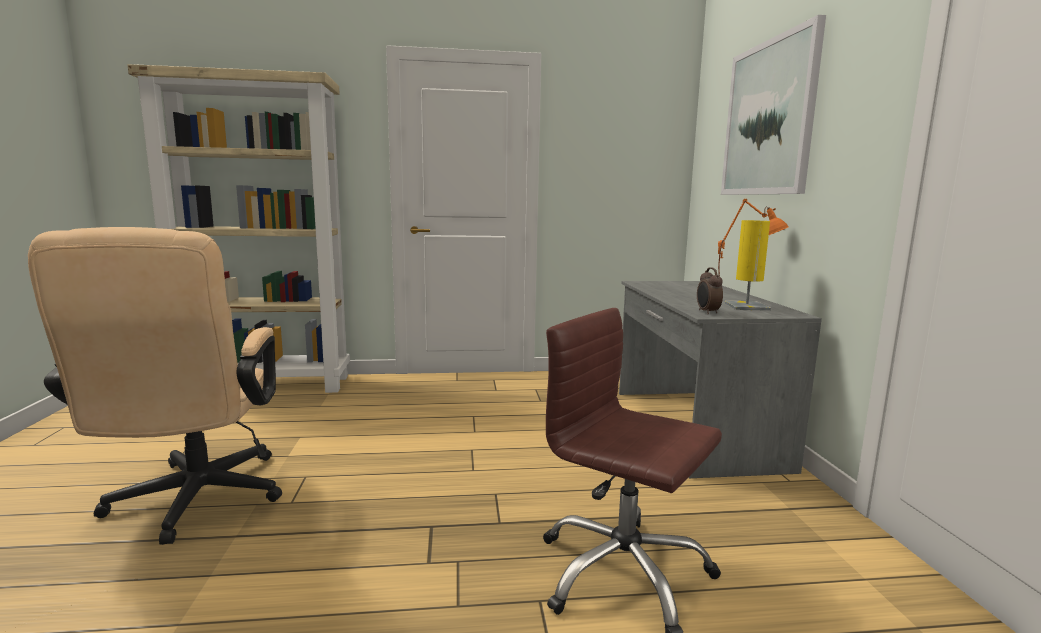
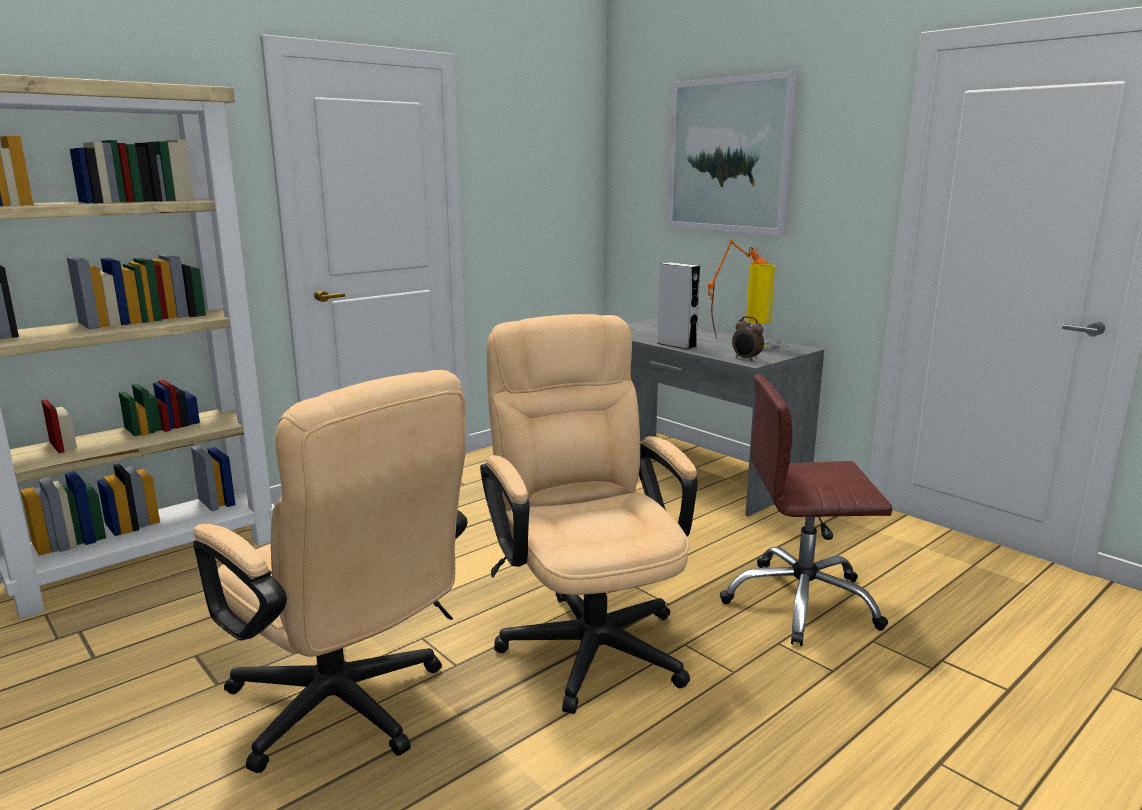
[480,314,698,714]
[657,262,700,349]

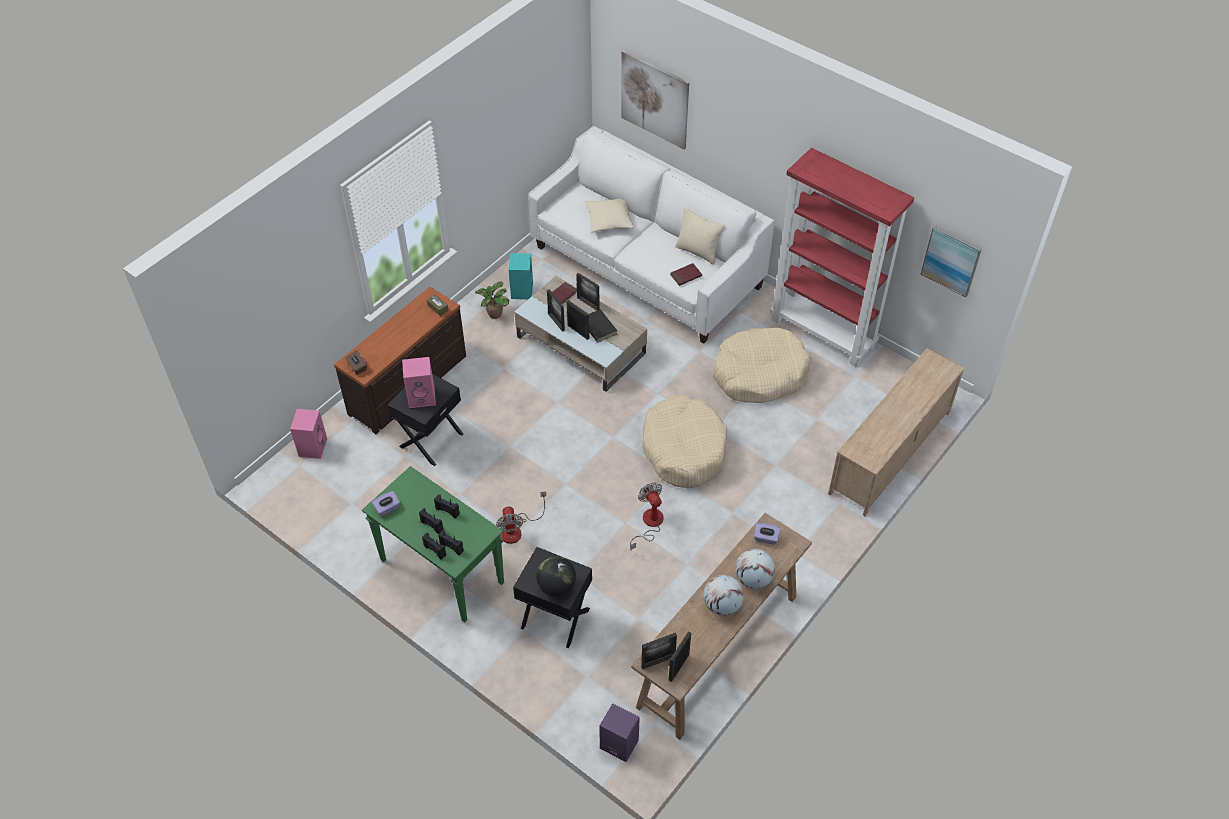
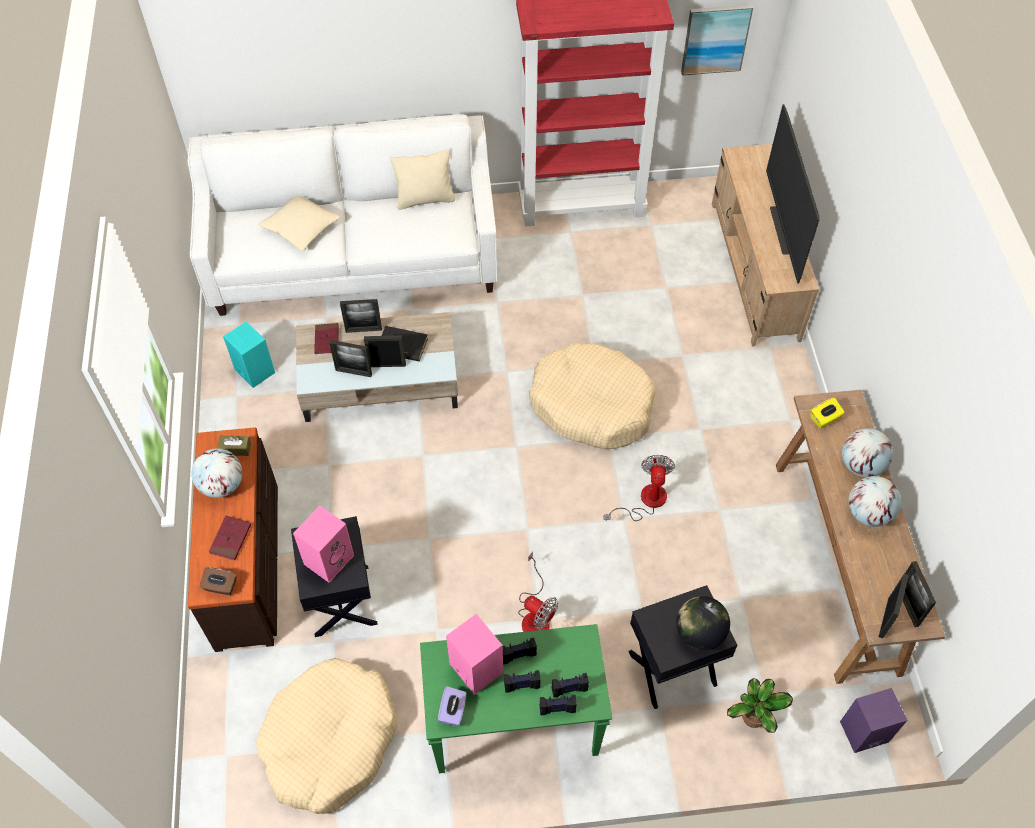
[621,50,689,149] (first image)
[191,448,242,498]
[766,104,820,284]
[446,614,503,695]
[727,678,793,733]
[209,516,251,560]
[256,658,397,814]
[810,397,845,428]
[603,455,675,521]

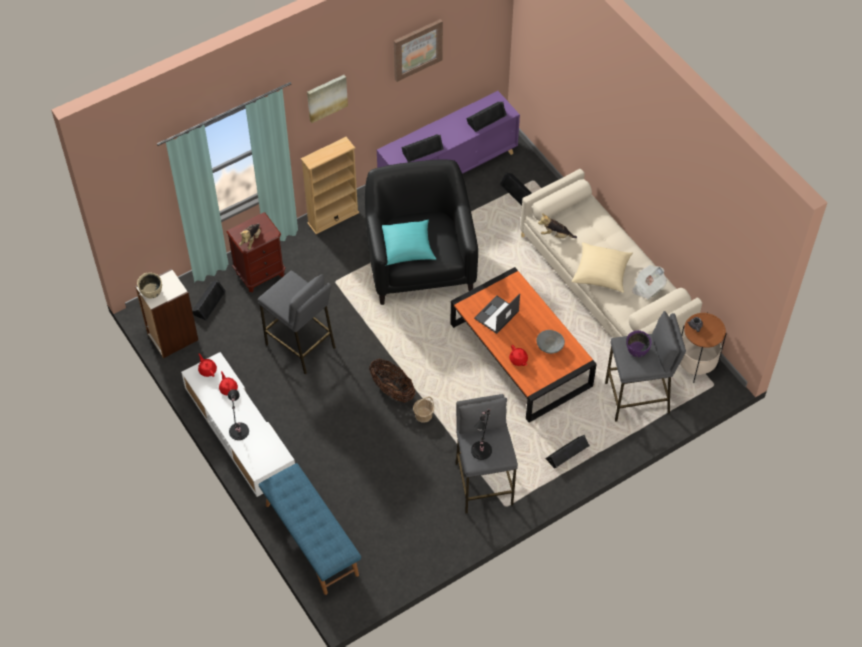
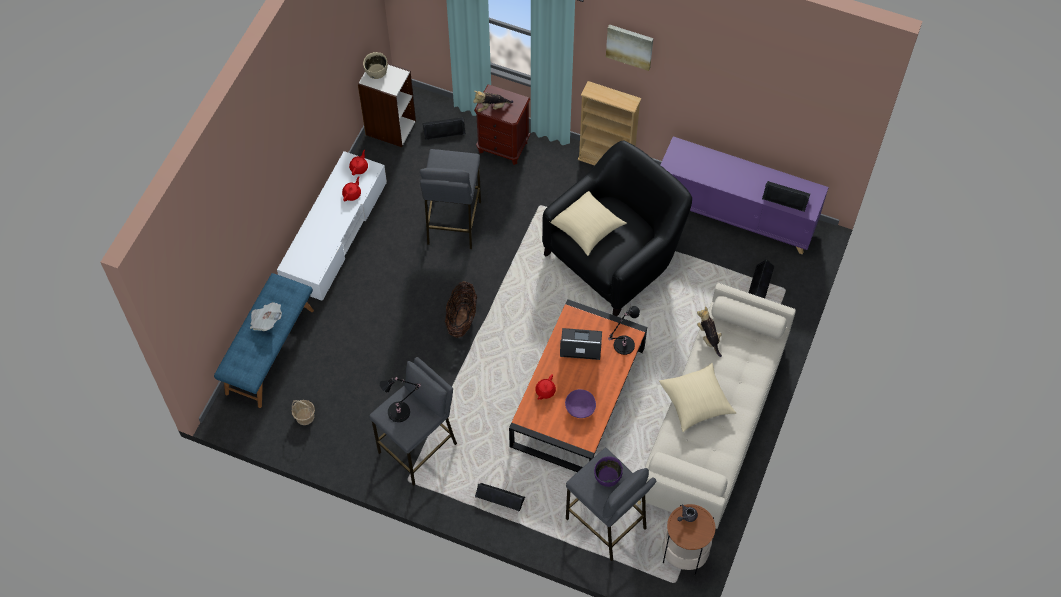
[394,19,443,82] (first image)
[401,134,444,162] (first image)
[608,306,640,355]
[291,400,315,425]
[250,302,282,331]
[549,191,627,256]
[565,389,596,418]

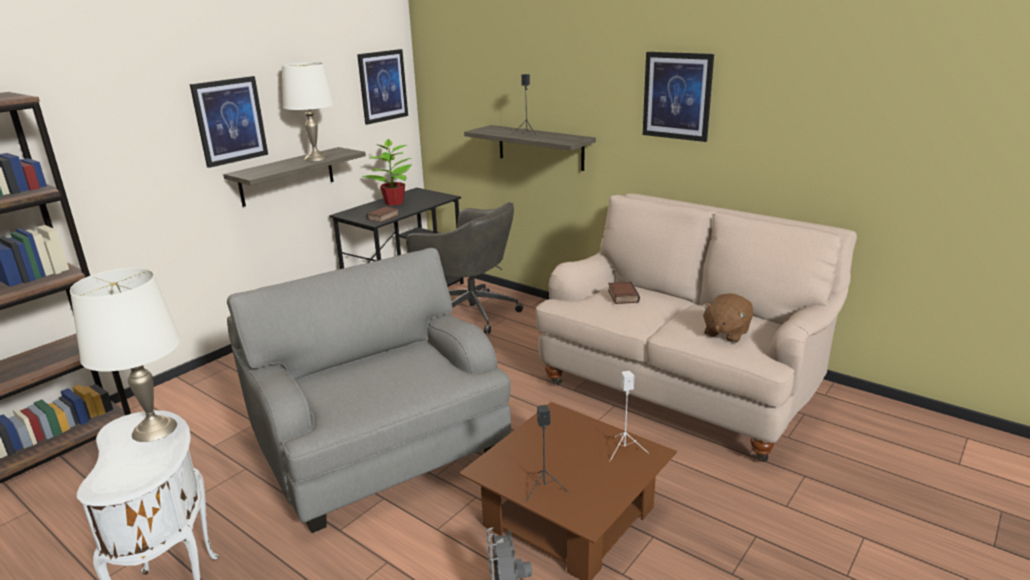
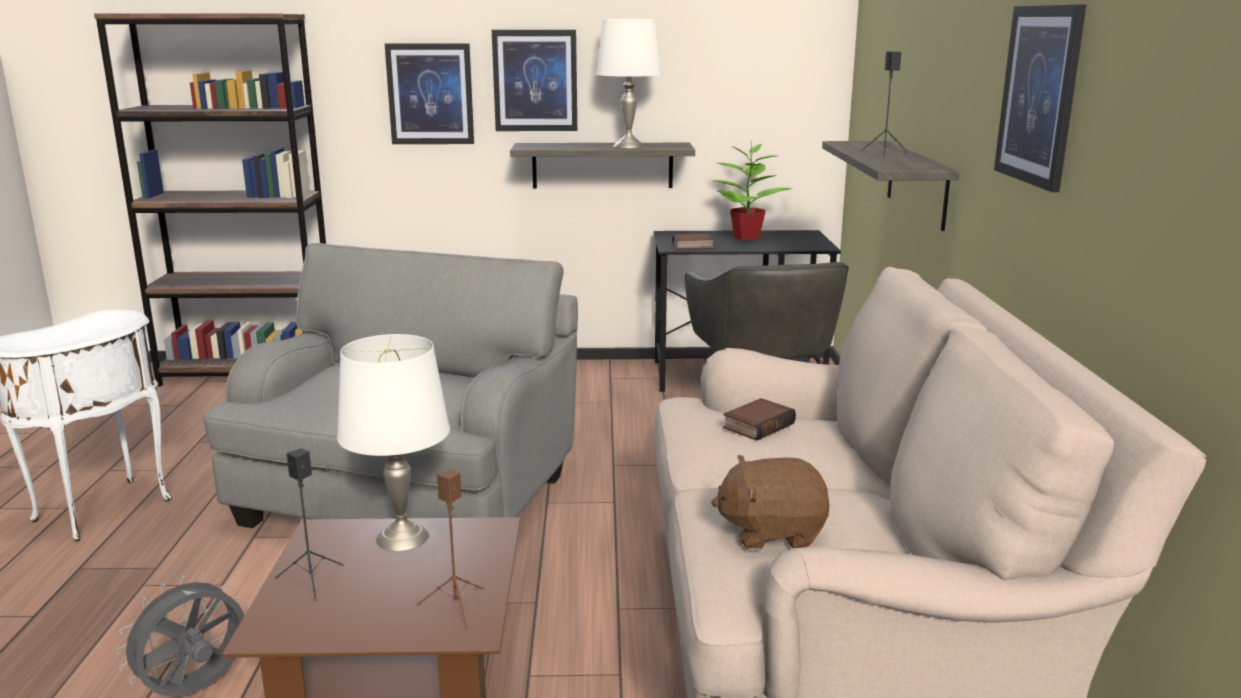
[337,334,450,551]
[385,43,474,144]
[416,469,484,629]

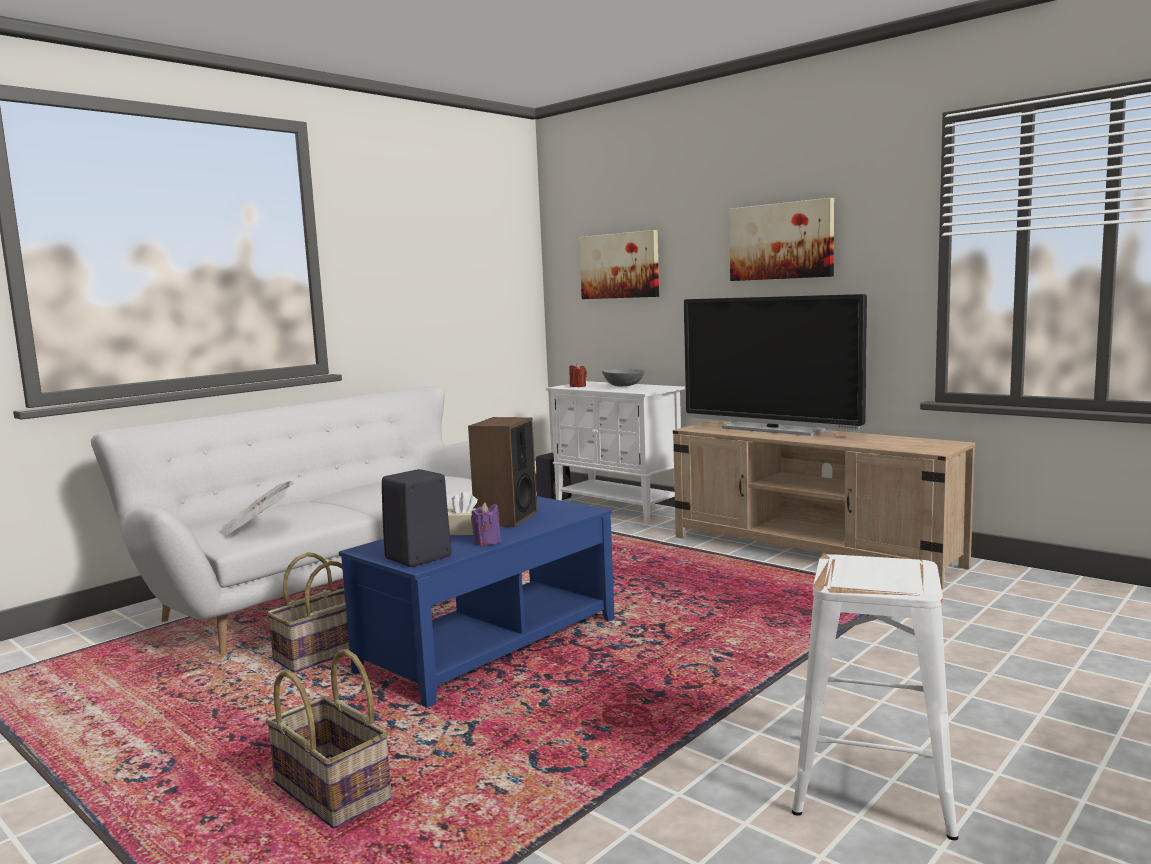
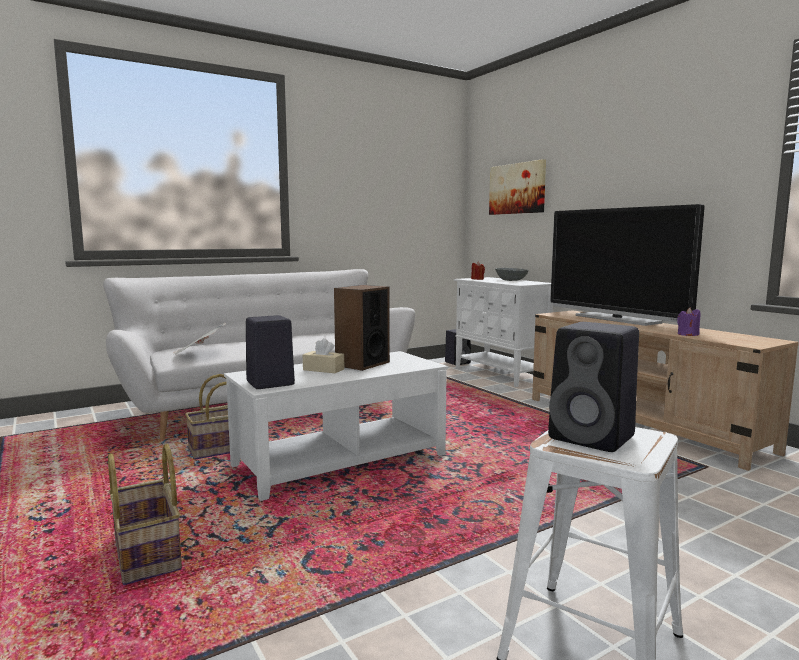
[729,198,834,281] (first image)
[548,322,639,452]
[677,308,700,336]
[224,351,448,501]

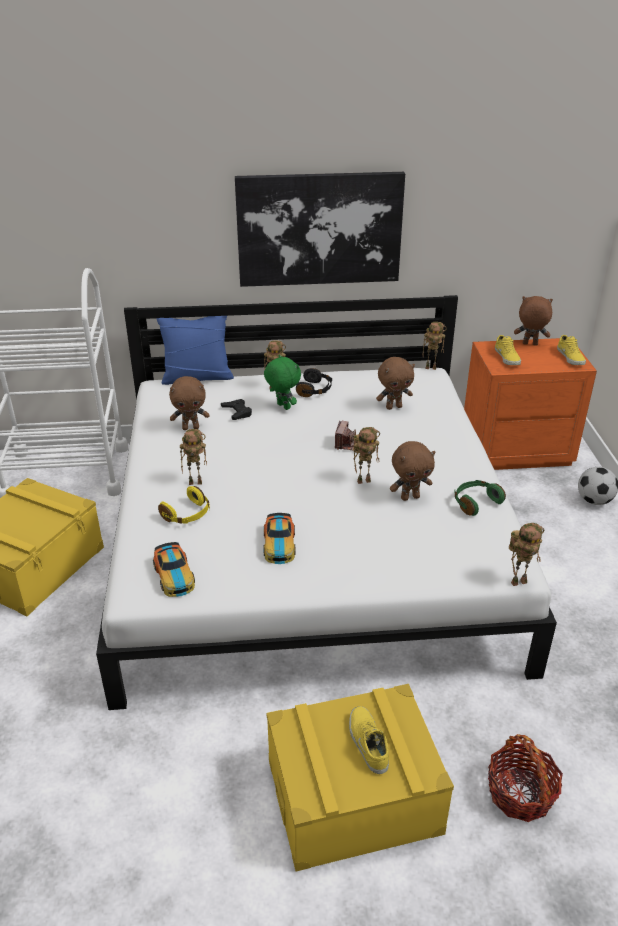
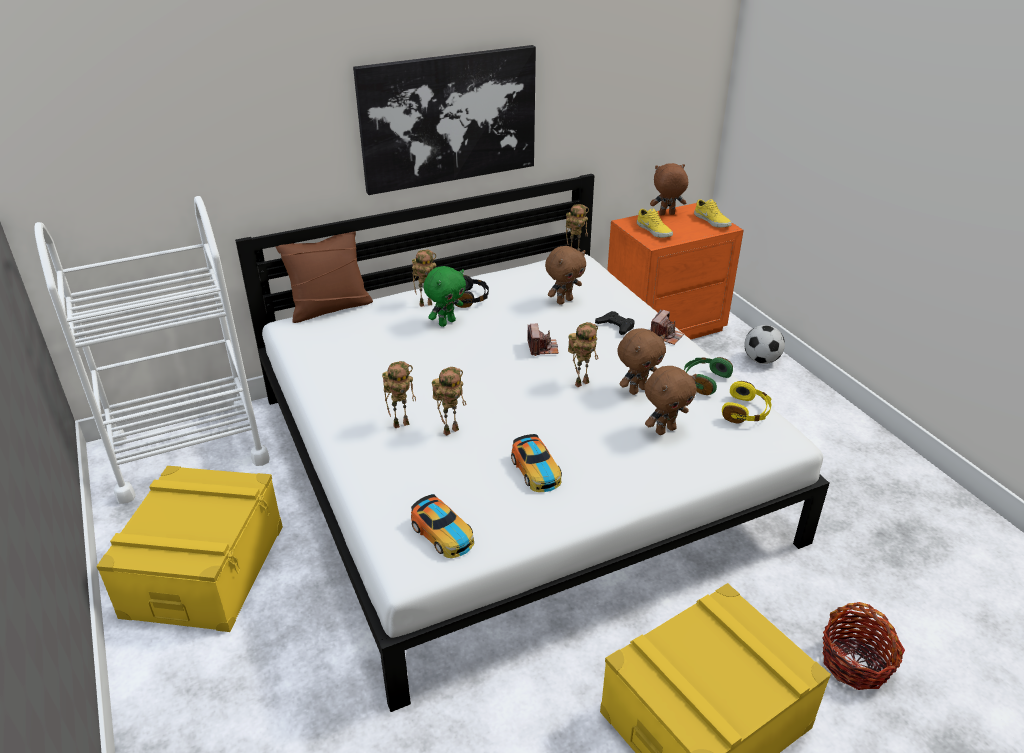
[349,706,389,774] (first image)
[650,310,684,345]
[722,381,771,423]
[645,366,697,435]
[595,311,635,335]
[432,367,466,436]
[276,231,373,323]
[423,266,466,327]

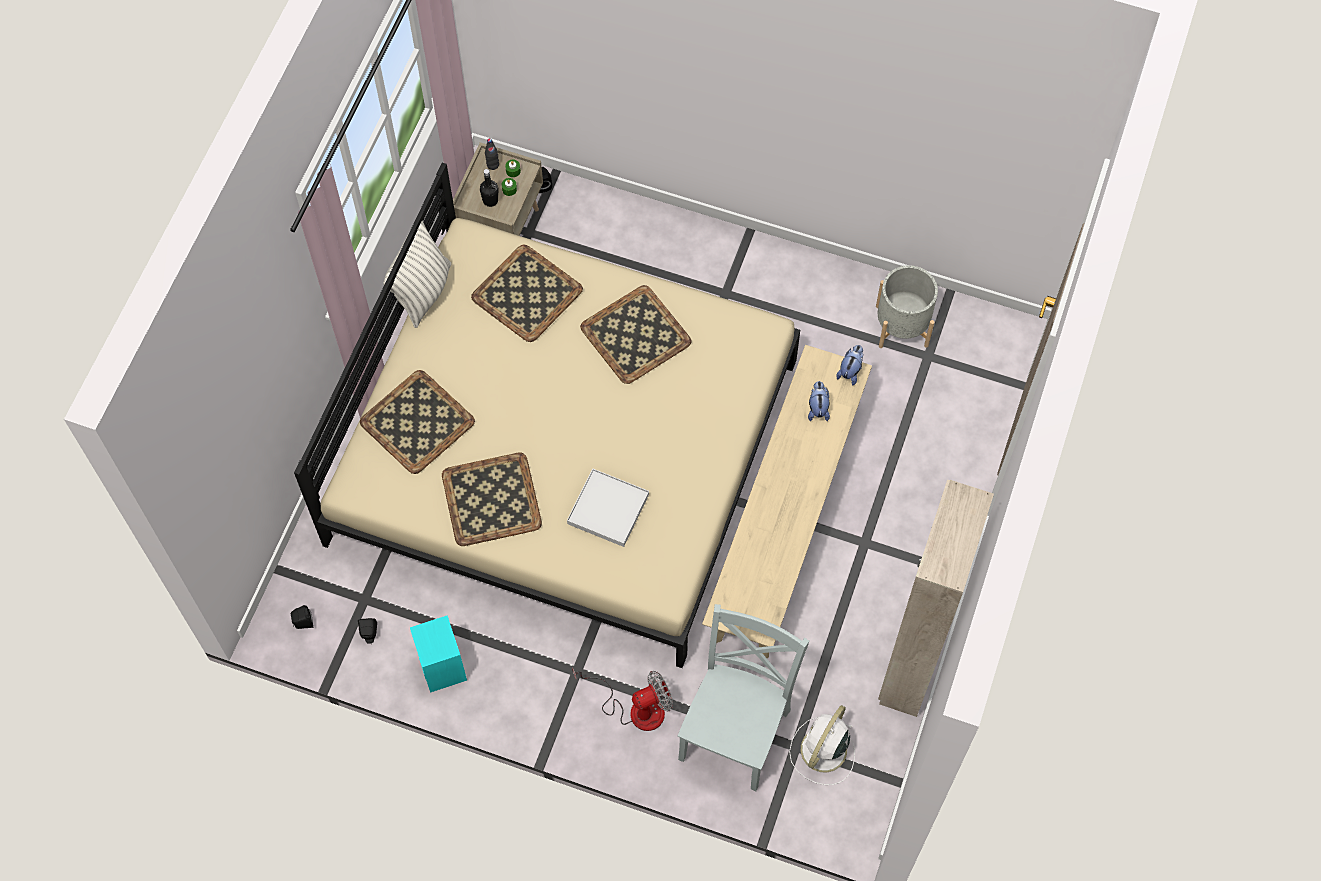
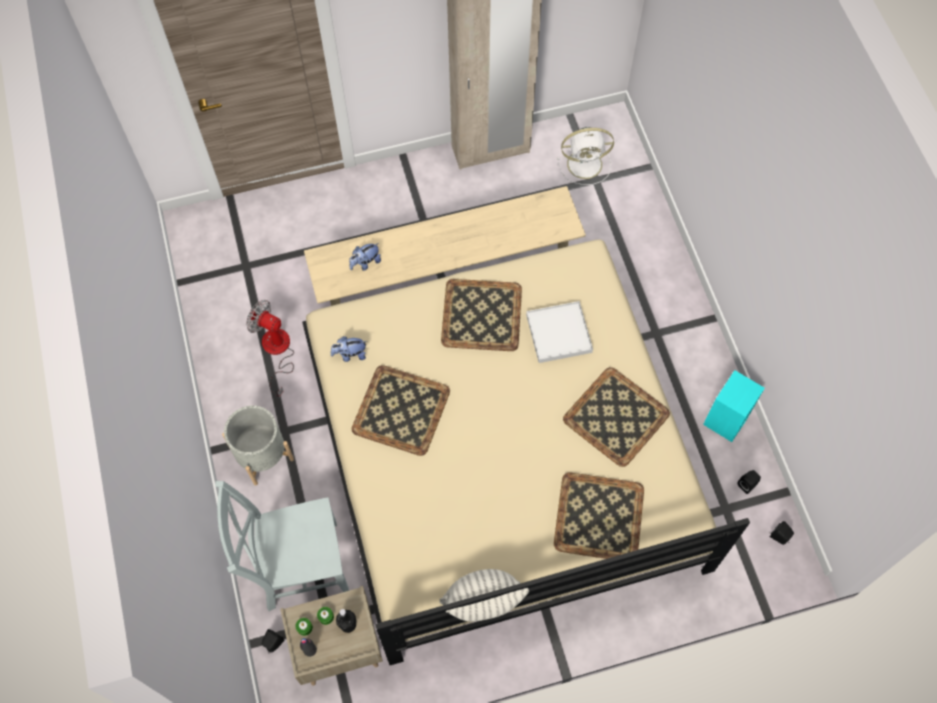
[441,279,522,351]
[246,300,294,397]
[215,481,349,611]
[331,336,367,362]
[222,405,294,486]

